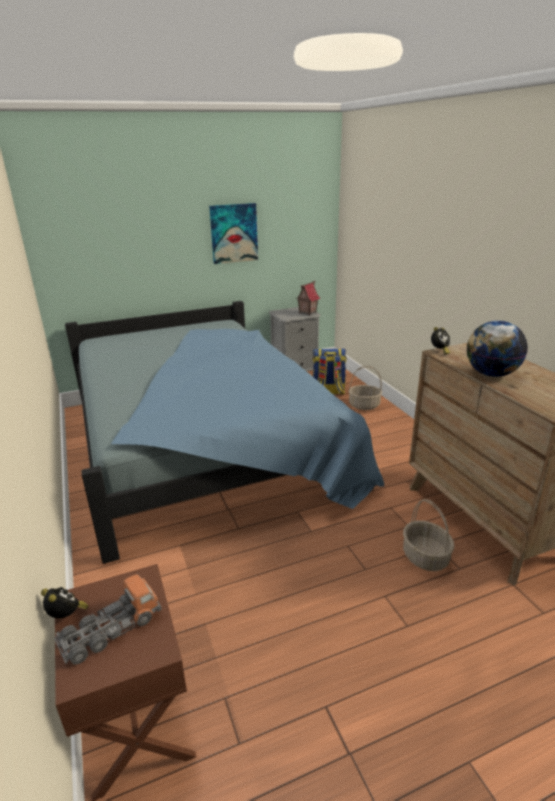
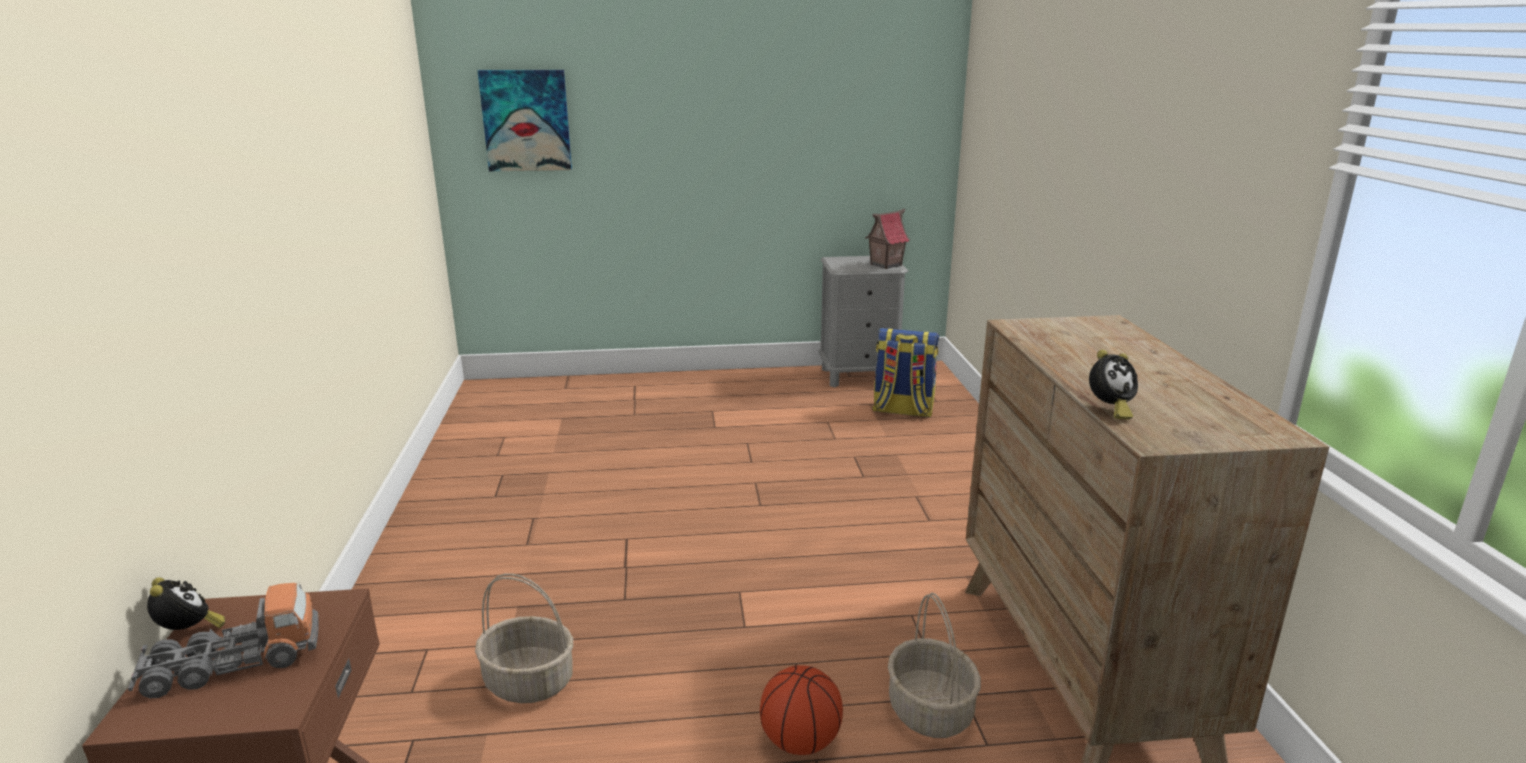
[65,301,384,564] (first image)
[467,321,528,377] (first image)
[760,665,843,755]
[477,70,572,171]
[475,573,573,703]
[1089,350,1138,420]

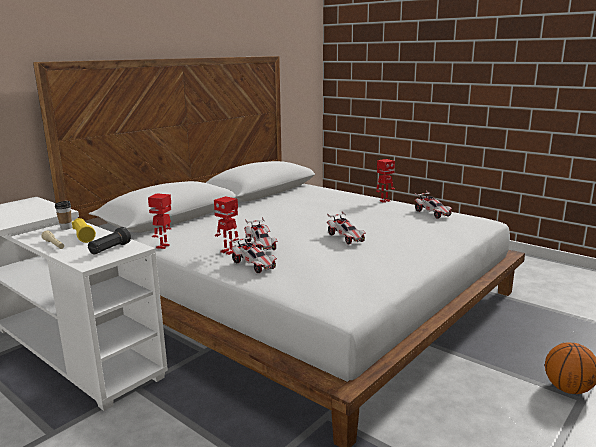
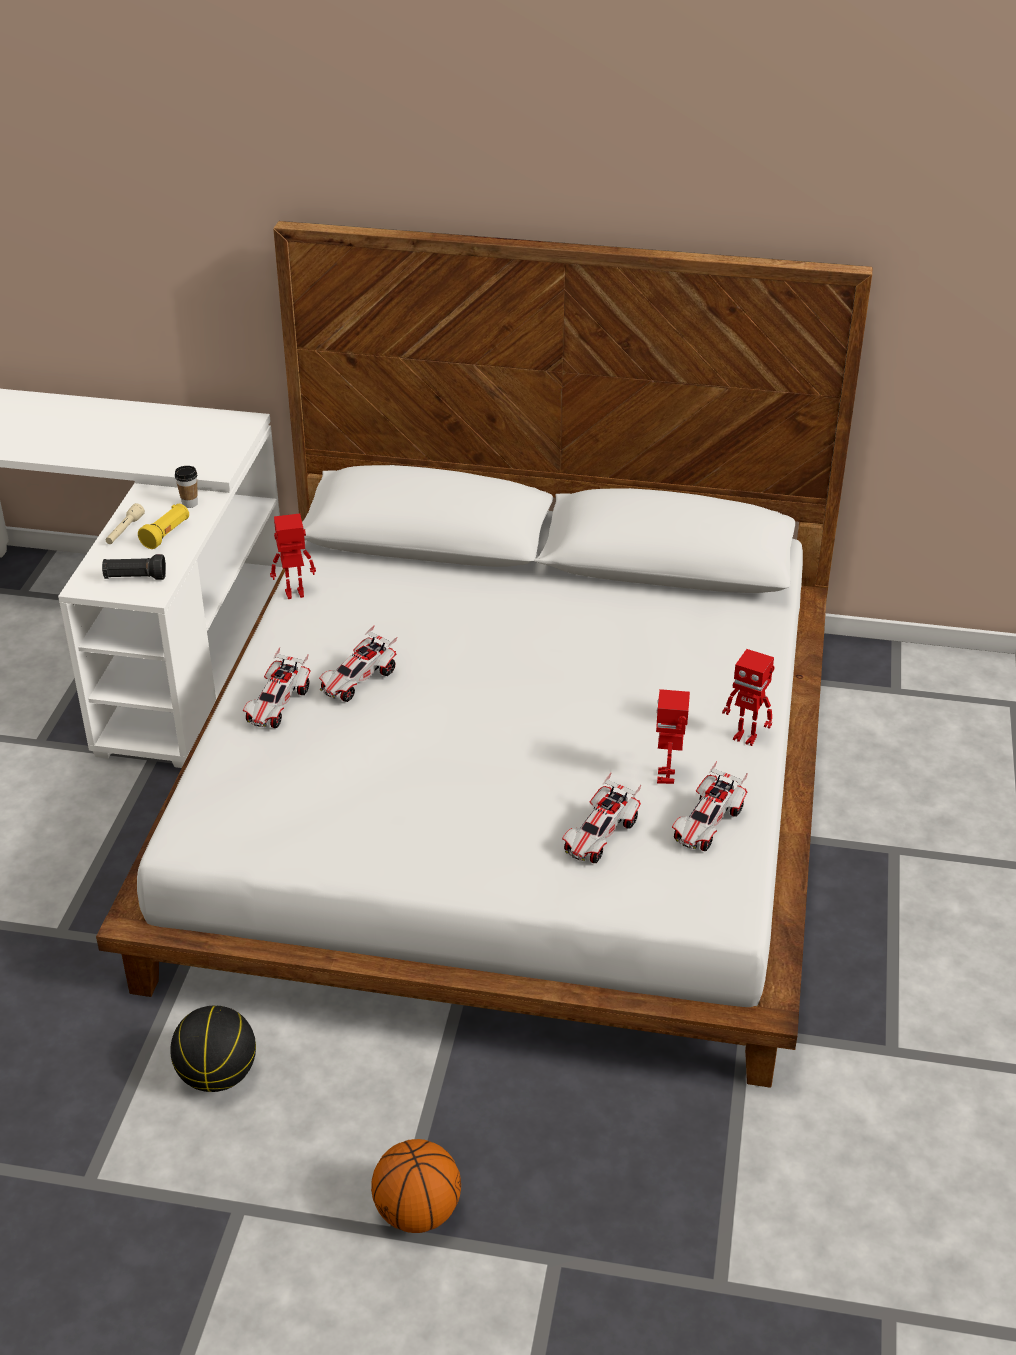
[170,1005,256,1092]
[656,689,690,784]
[562,772,641,863]

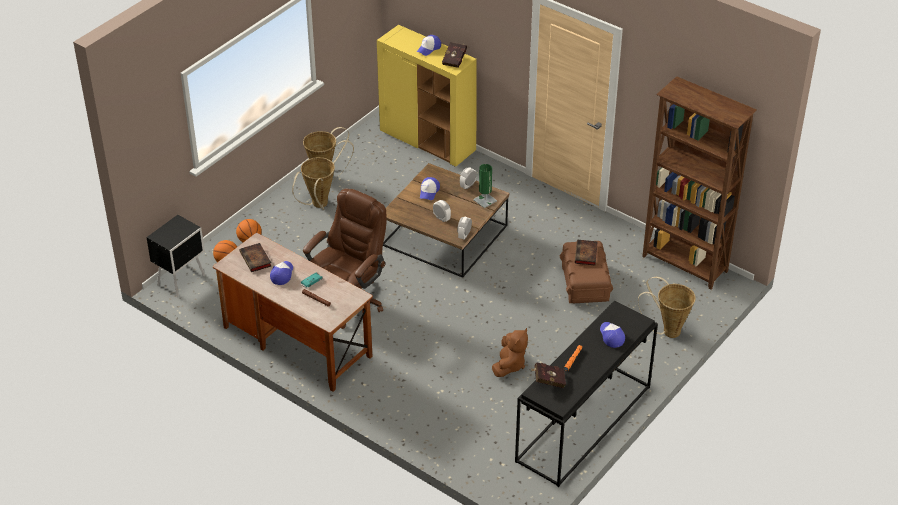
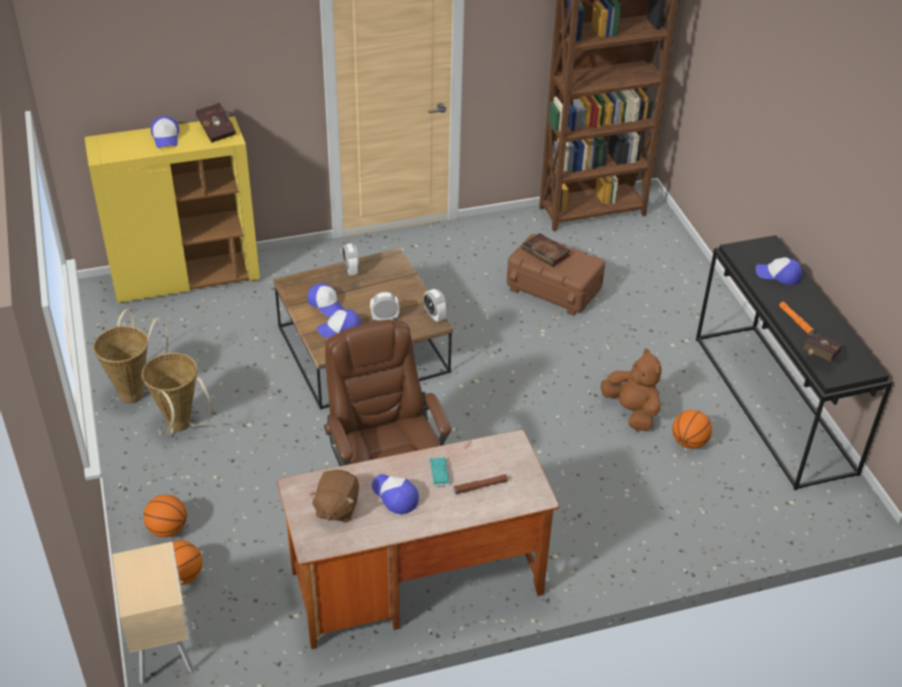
[473,164,497,208] (first image)
[638,277,696,338] (first image)
[317,309,361,338]
[672,410,712,449]
[310,470,359,522]
[112,542,194,684]

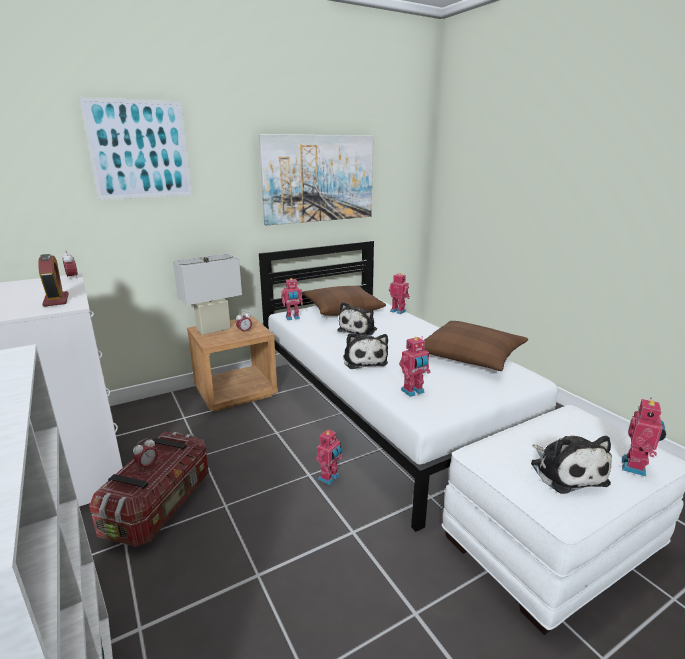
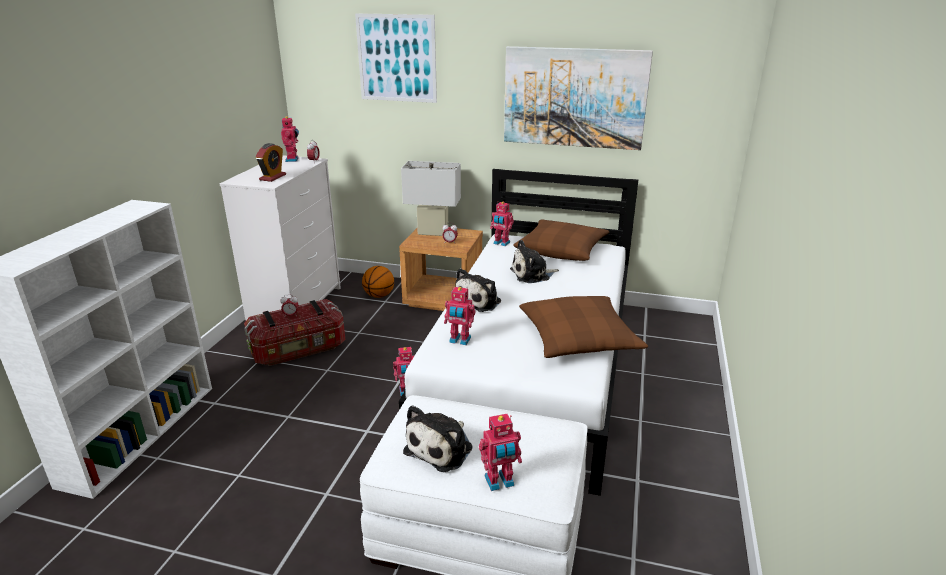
[362,266,394,298]
[281,116,299,162]

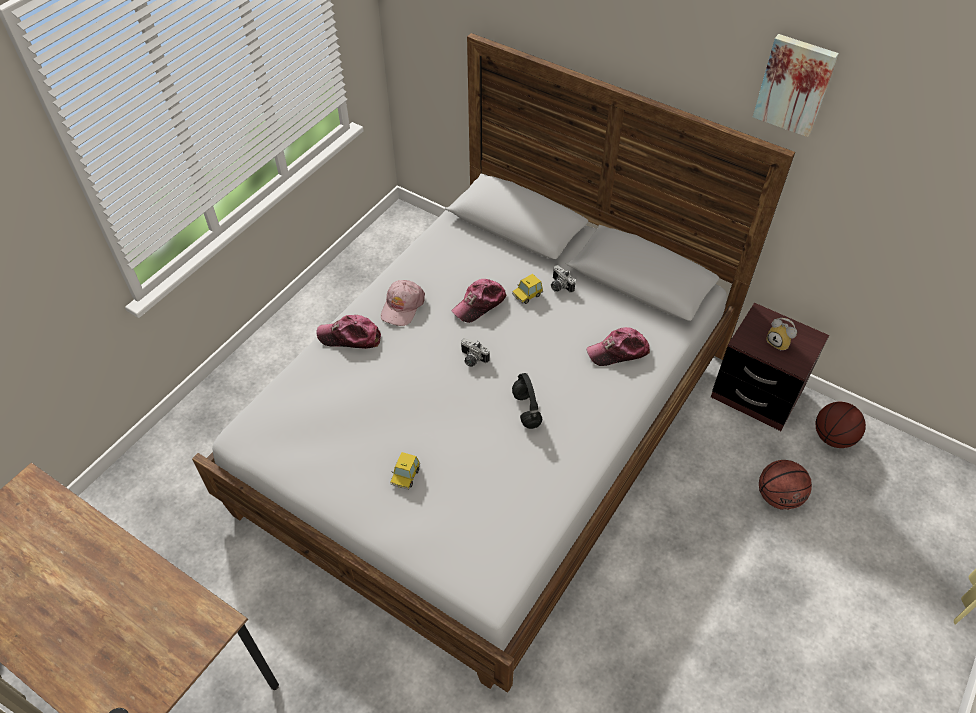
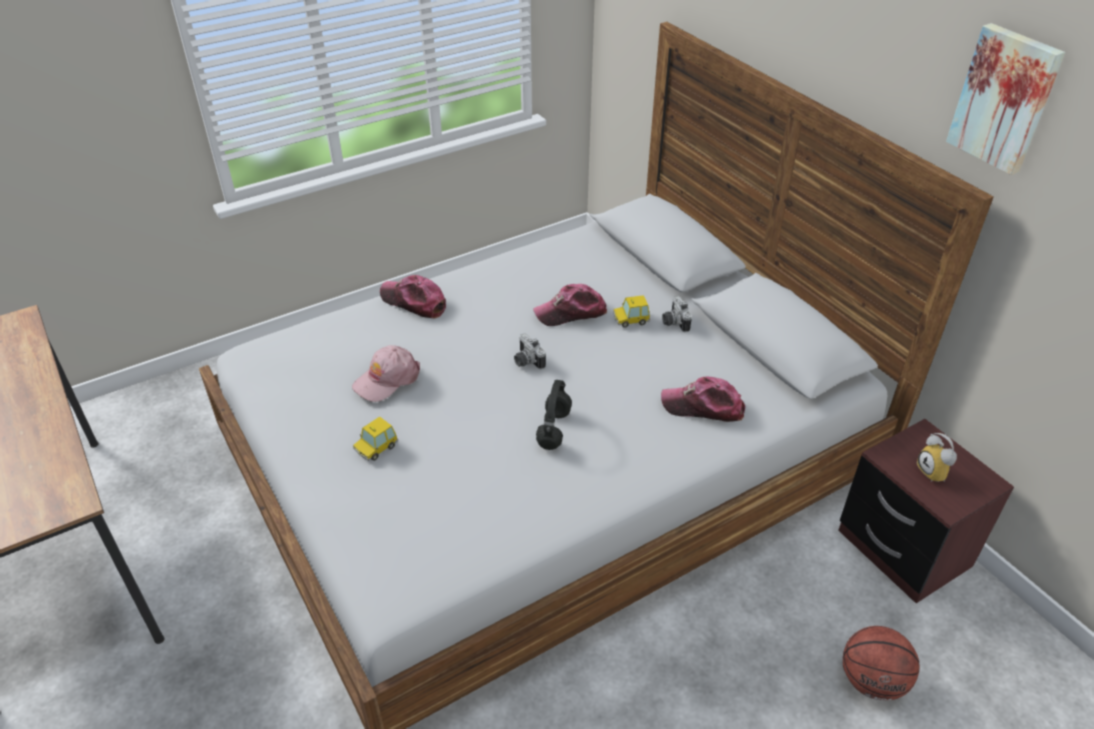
[816,402,866,448] (first image)
[352,345,420,402]

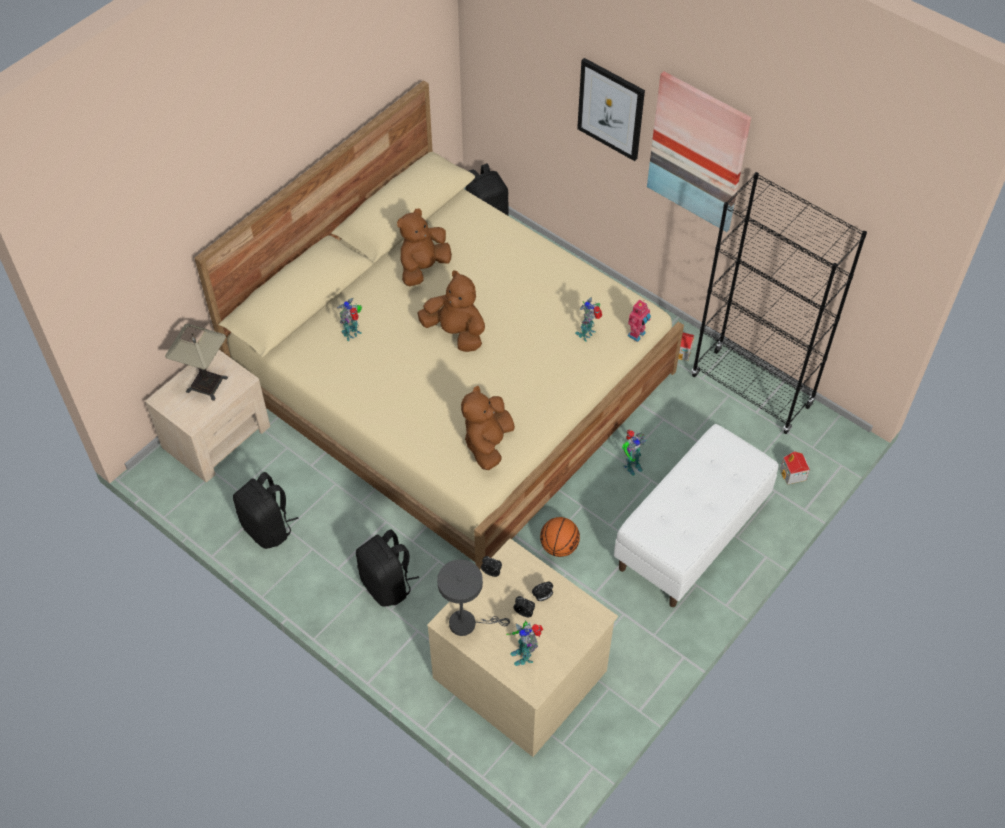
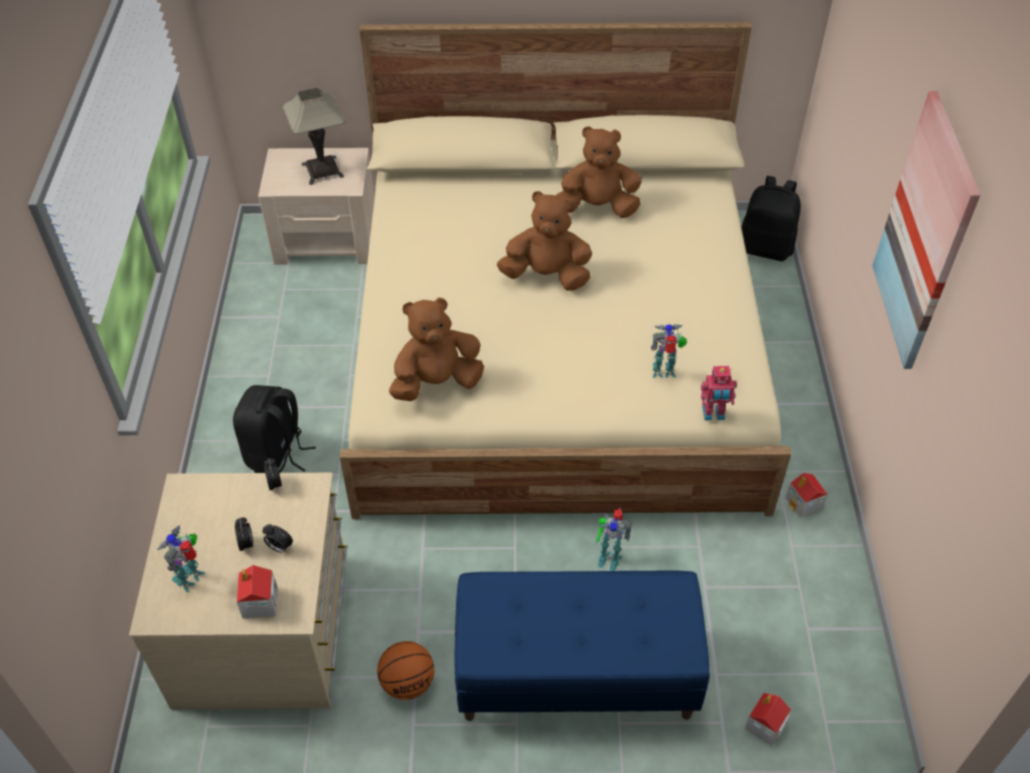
[233,472,299,549] (first image)
[337,298,362,341] (first image)
[437,559,510,636] (first image)
[577,58,645,161] (first image)
[691,172,867,434] (first image)
[237,565,278,619]
[377,641,434,700]
[455,570,710,721]
[497,191,592,291]

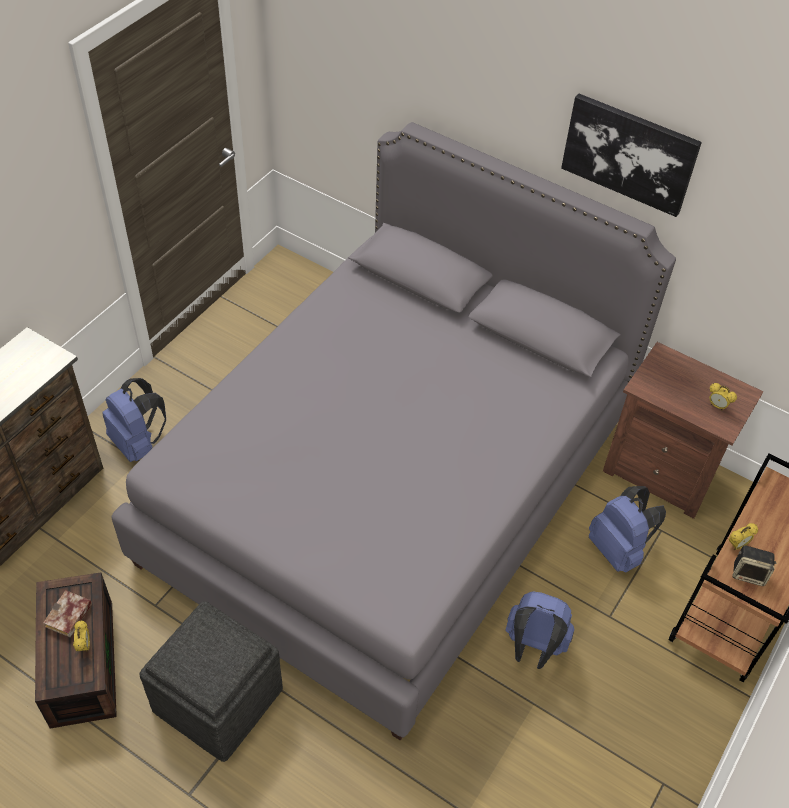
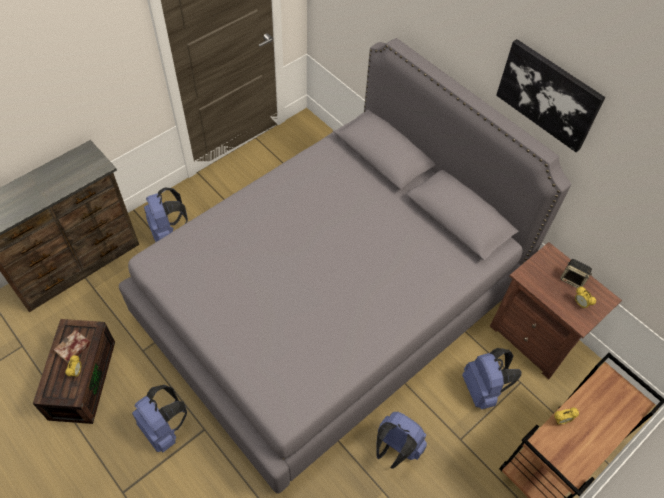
[560,259,592,288]
[132,385,187,452]

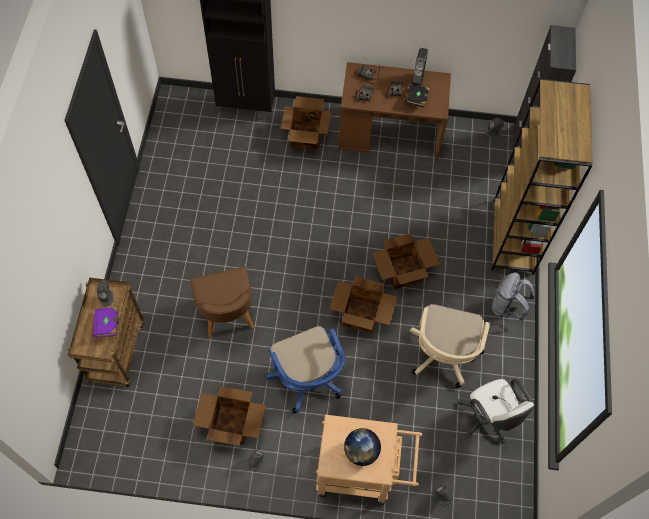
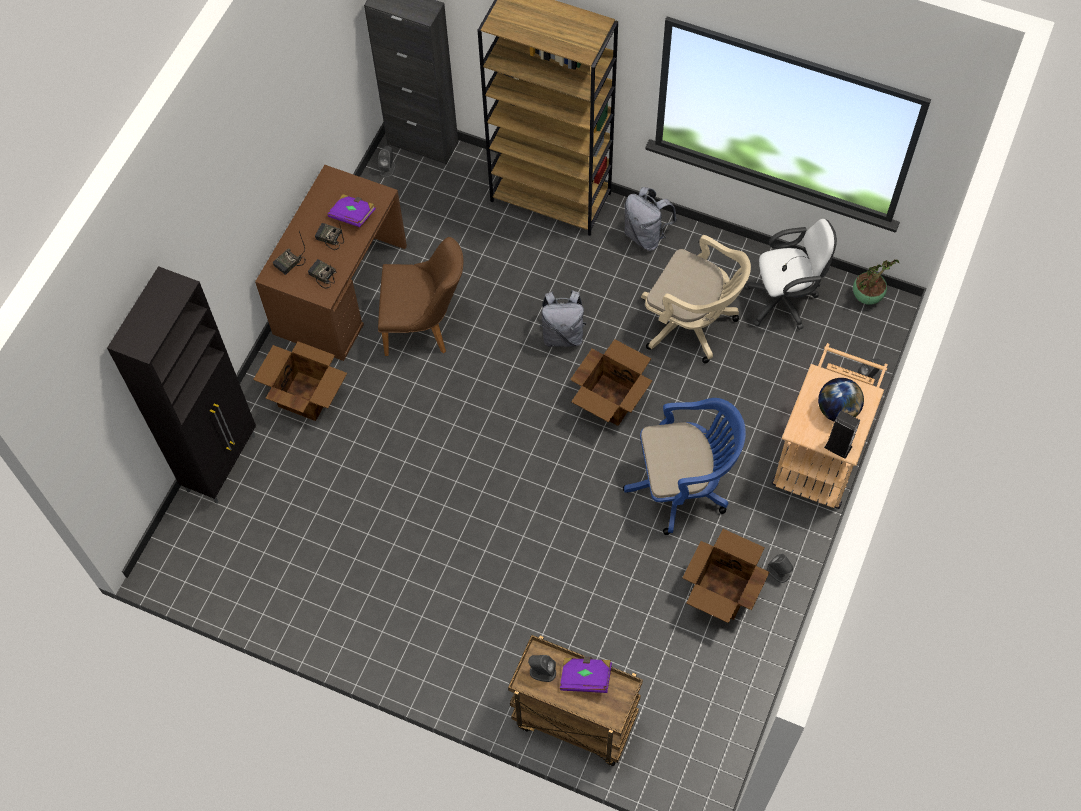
[853,259,900,305]
[378,237,463,356]
[824,410,860,459]
[540,290,587,347]
[327,194,376,227]

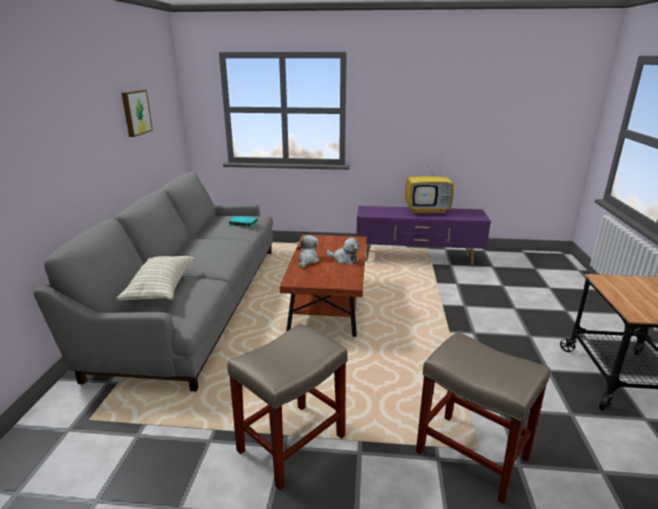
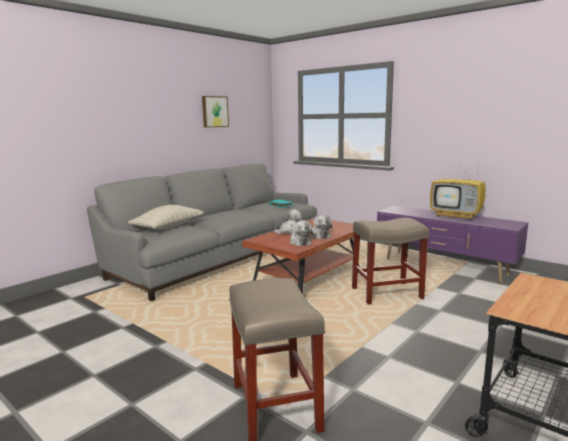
[290,220,313,246]
[352,218,429,305]

